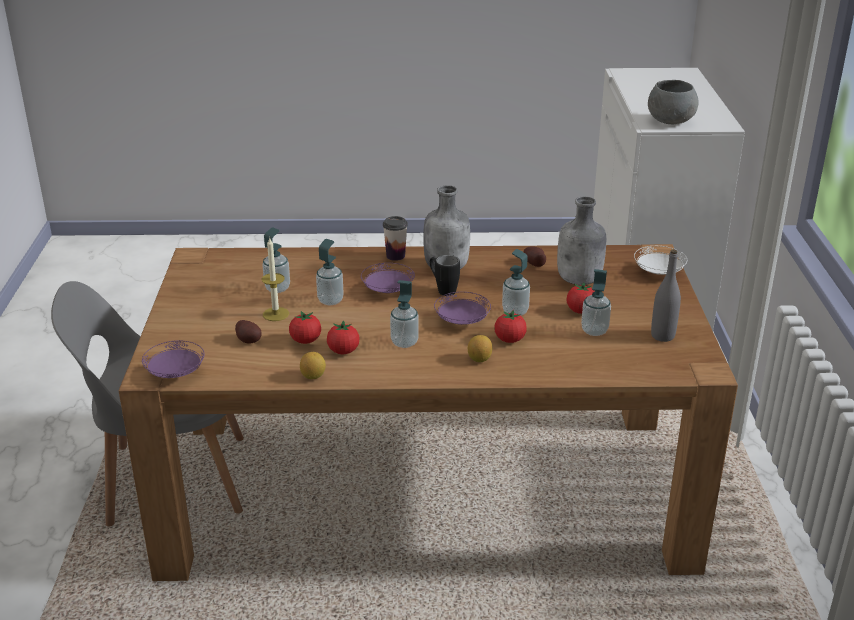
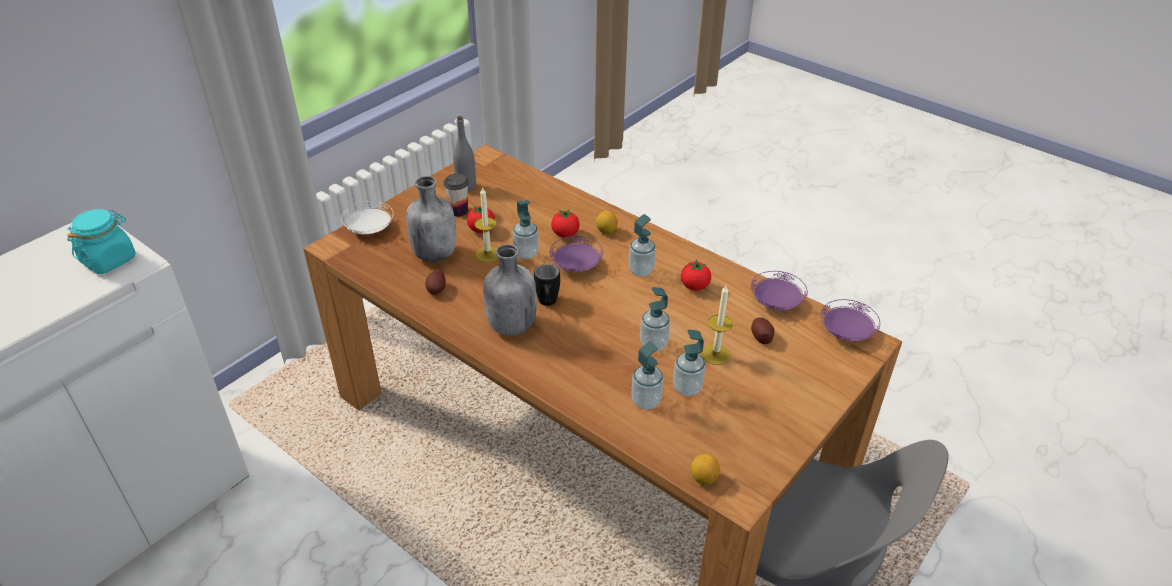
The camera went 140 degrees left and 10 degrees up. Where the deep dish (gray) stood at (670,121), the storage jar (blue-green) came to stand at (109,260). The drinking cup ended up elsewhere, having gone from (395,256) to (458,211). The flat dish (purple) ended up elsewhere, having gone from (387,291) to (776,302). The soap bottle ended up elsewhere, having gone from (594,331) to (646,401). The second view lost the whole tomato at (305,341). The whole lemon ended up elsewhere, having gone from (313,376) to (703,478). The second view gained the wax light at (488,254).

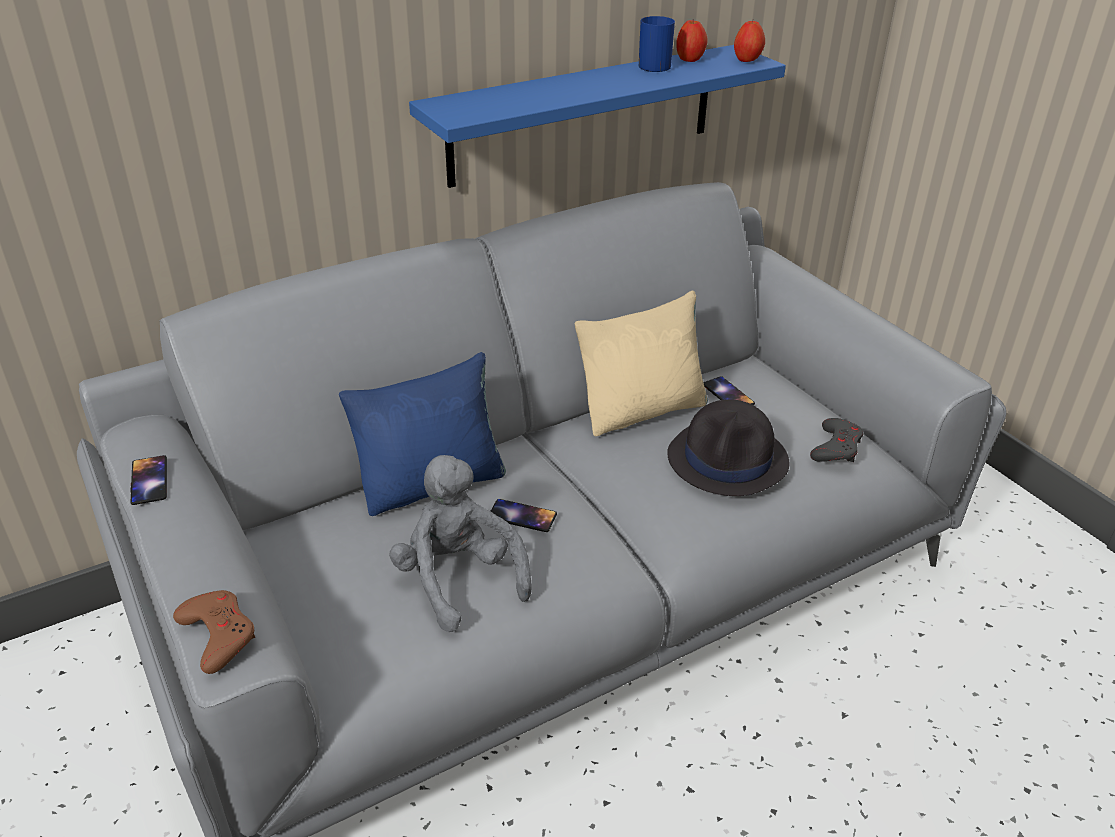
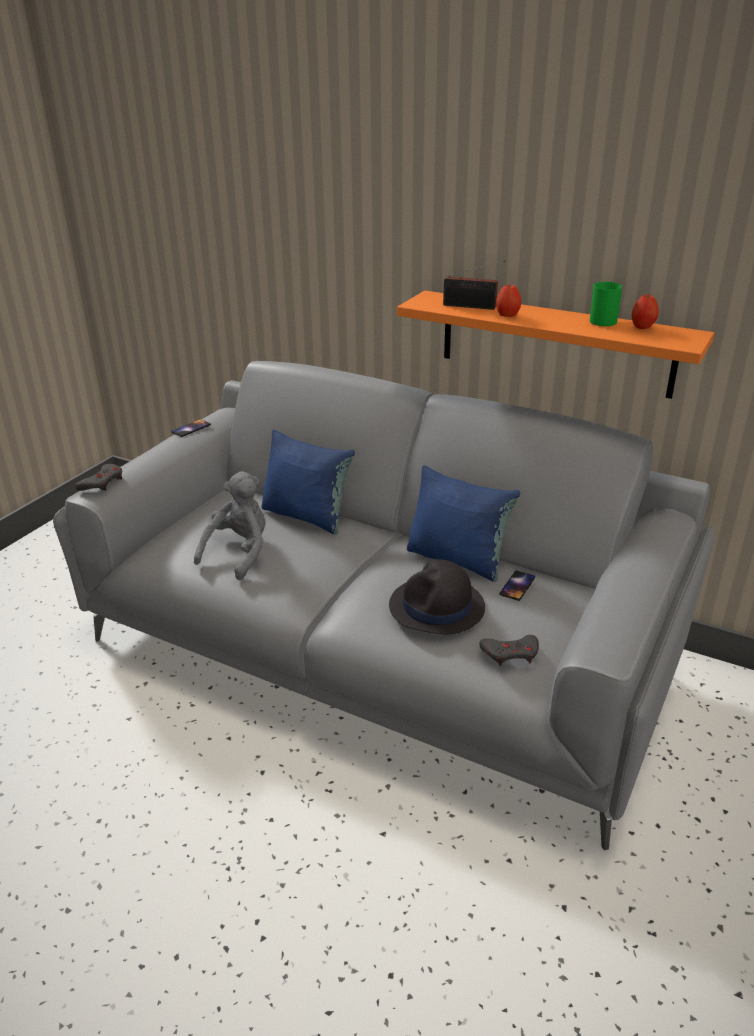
The camera went 60 degrees right and 5 degrees down. What was the coffee mug (blue-coloured) at (652,65) turned into the coffee mug (green) at (606,321). The apple ended up elsewhere, having gone from (747,60) to (507,315). What was the shelf (blue-coloured) at (583,115) turned into the shelf (orangey) at (555,343). What was the pillow (beige-coloured) at (642,410) turned into the pillow (blue-coloured) at (458,559). The second view lost the phone at (522,516). What was the game controller (brown-coloured) at (218,634) turned into the game controller (gray) at (102,482). The second view gained the radio receiver at (472,306).

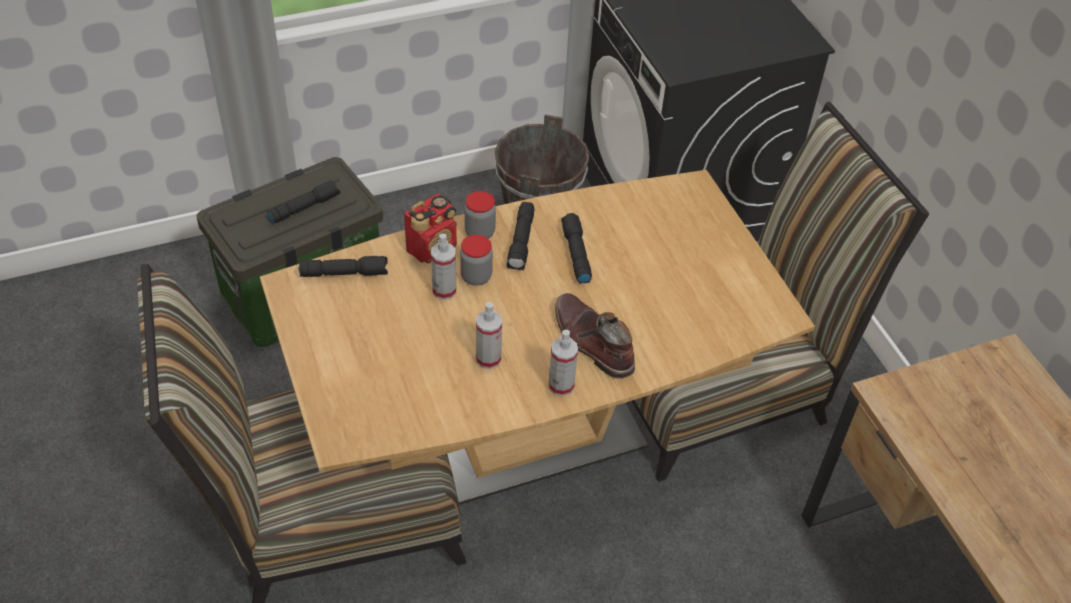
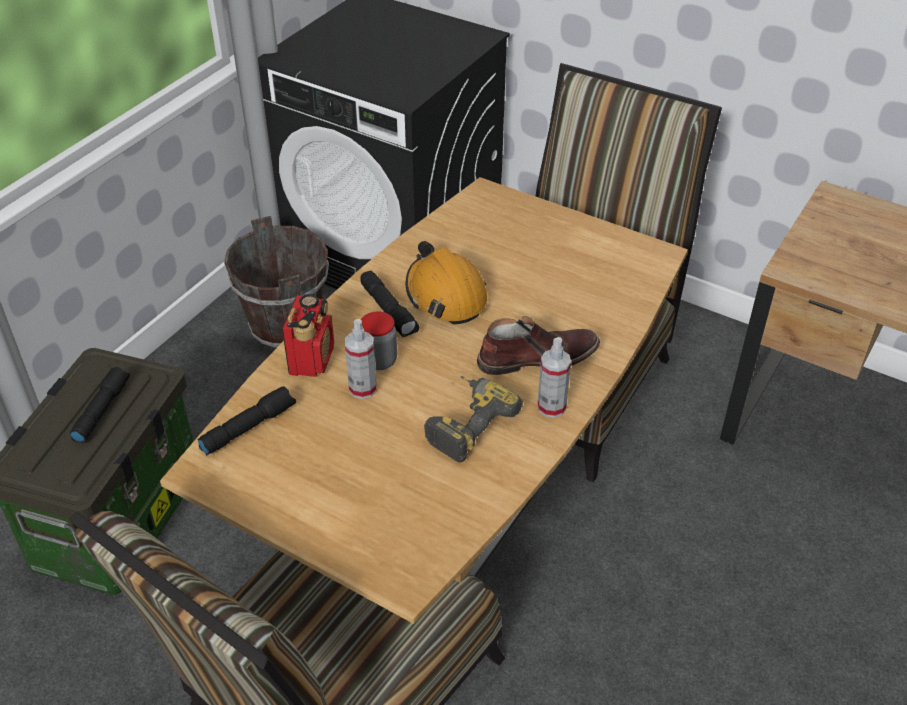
The camera went 35 degrees left and 5 degrees down. The second view lost the storage jar at (480,232). Where the torch (black-coloured) stood at (575,253), the safety helmet (orangey) came to stand at (445,295). The high-top boot (brown-coloured) at (591,342) ended up facing another way, 150 degrees clockwise from before. Where the hand sprayer stood at (488,359), the power drill came to stand at (466,423).

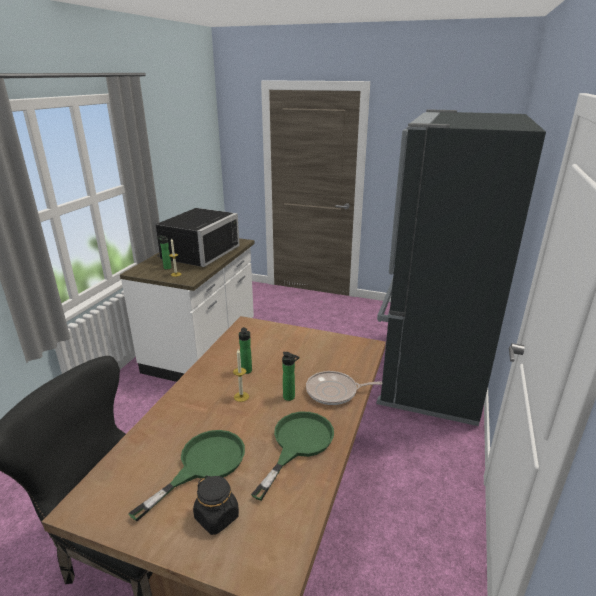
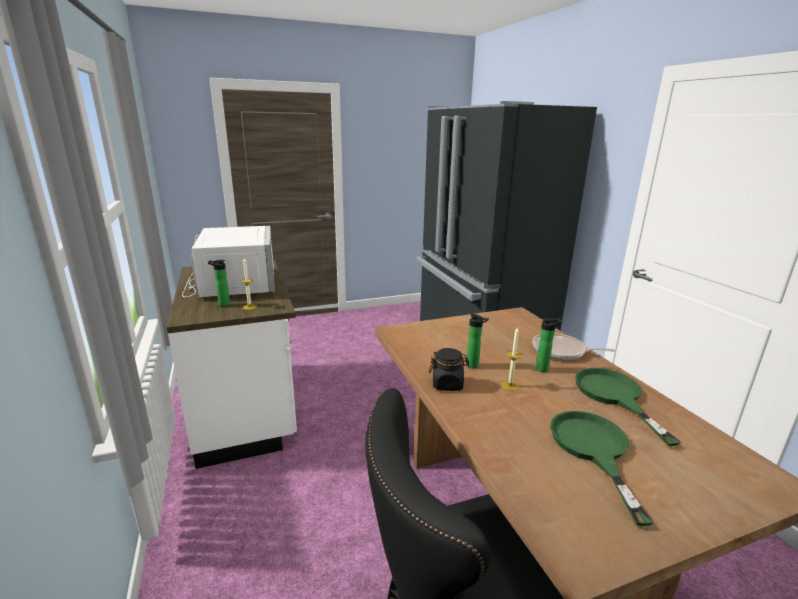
The camera went 40 degrees left and 5 degrees down. What was the microwave oven (black-coloured) at (197,253) turned into the microwave oven (whitish) at (232,283). The pan at (334,392) ended up facing another way, 60 degrees clockwise from before. The storage jar (black-coloured) ended up elsewhere, having gone from (217,517) to (447,384).

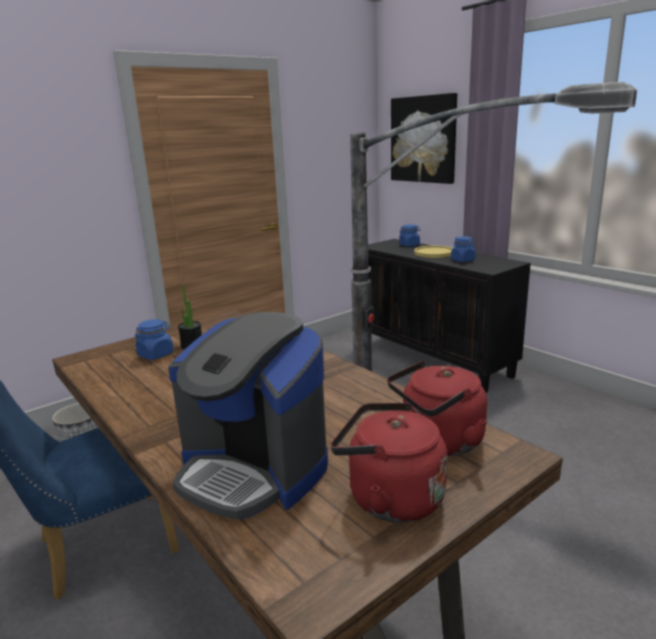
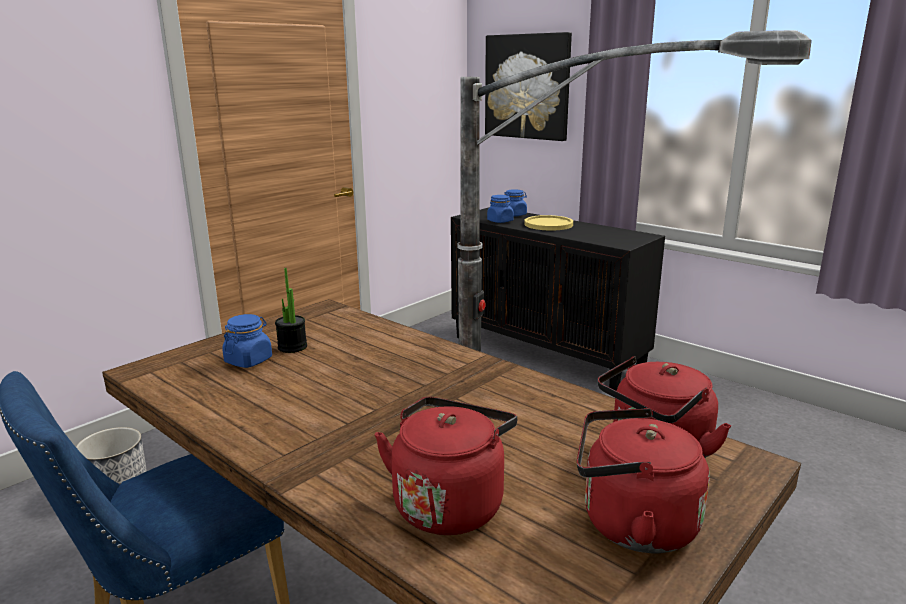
The camera went 10 degrees left and 0 degrees up. The storage jar (blue-coloured) ended up elsewhere, having gone from (463,260) to (500,221). Where the coffee machine stood at (253,470), the tea kettle (red-coloured) came to stand at (450,503).

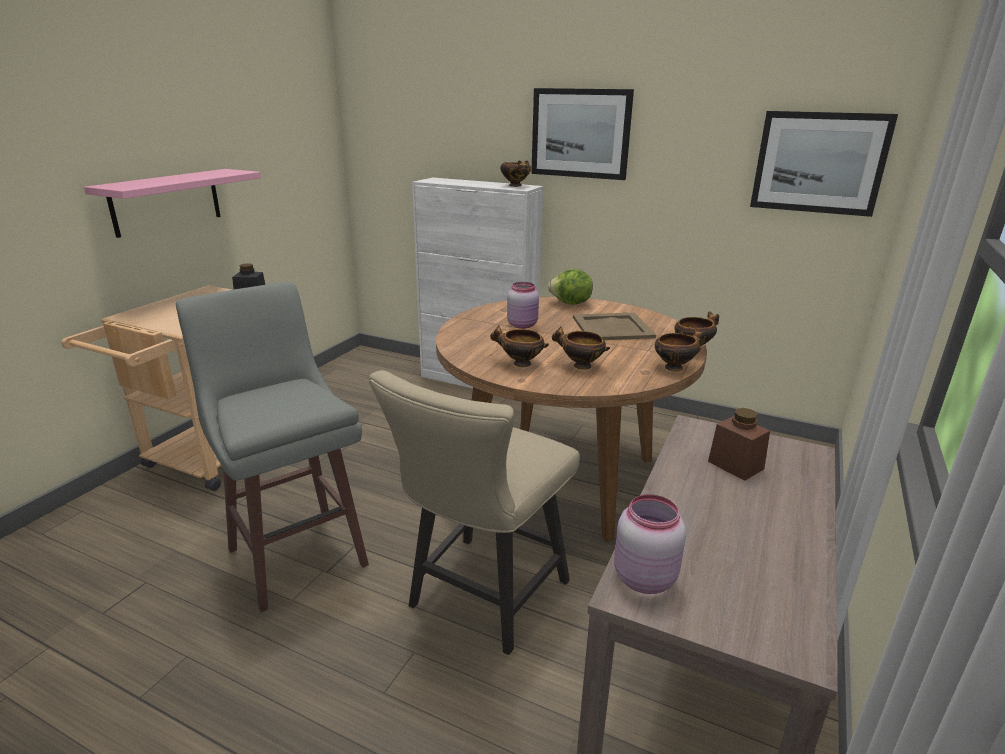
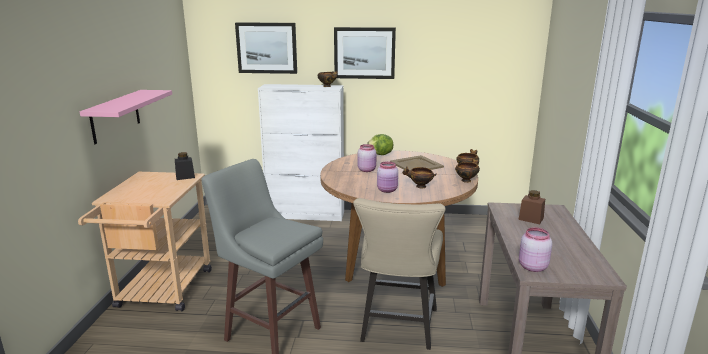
The camera went 20 degrees left and 5 degrees down. The wall picture ended up elsewhere, having gone from (819,163) to (267,48). Where the deep dish stood at (520,364), the storage jar (pink) came to stand at (387,190).

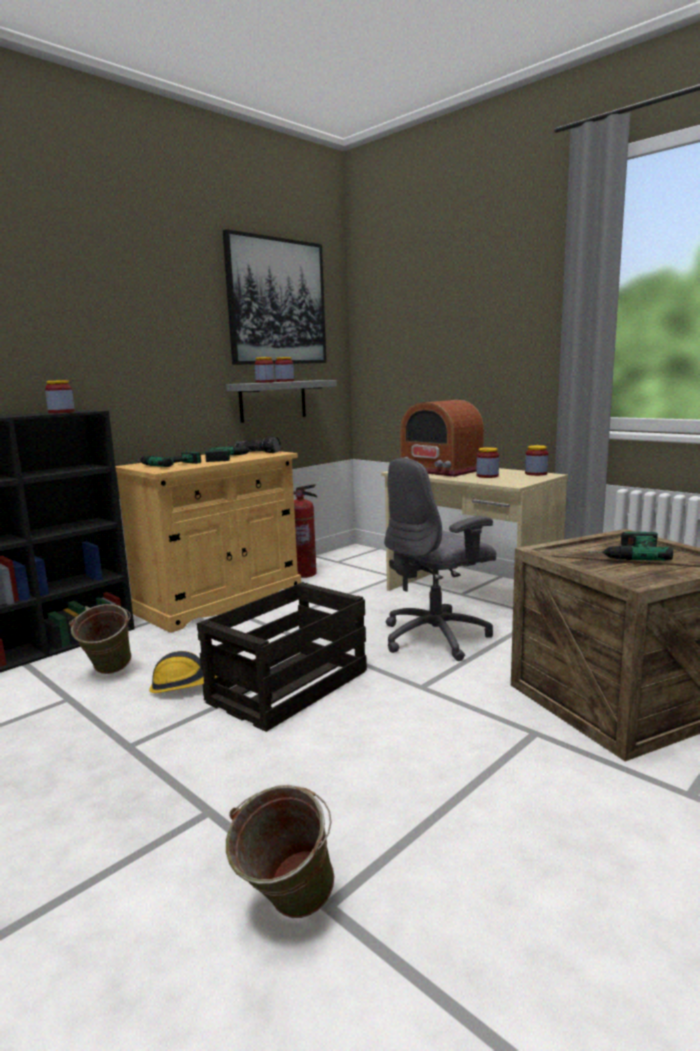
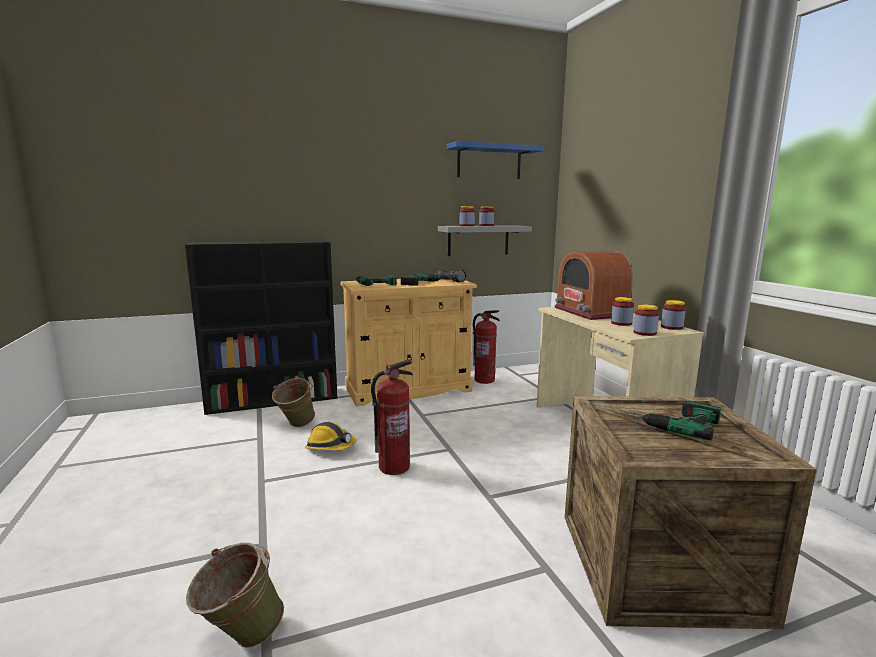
The camera went 25 degrees right and 0 degrees up. Where the wall picture hung at (276,302), the shelf (blue-coloured) came to hang at (489,162). The storage jar ended up elsewhere, having gone from (61,412) to (644,333). The second view lost the computer chair (gray) at (437,637). Where the shipping crate stood at (289,686), the extinguisher came to stand at (394,467).

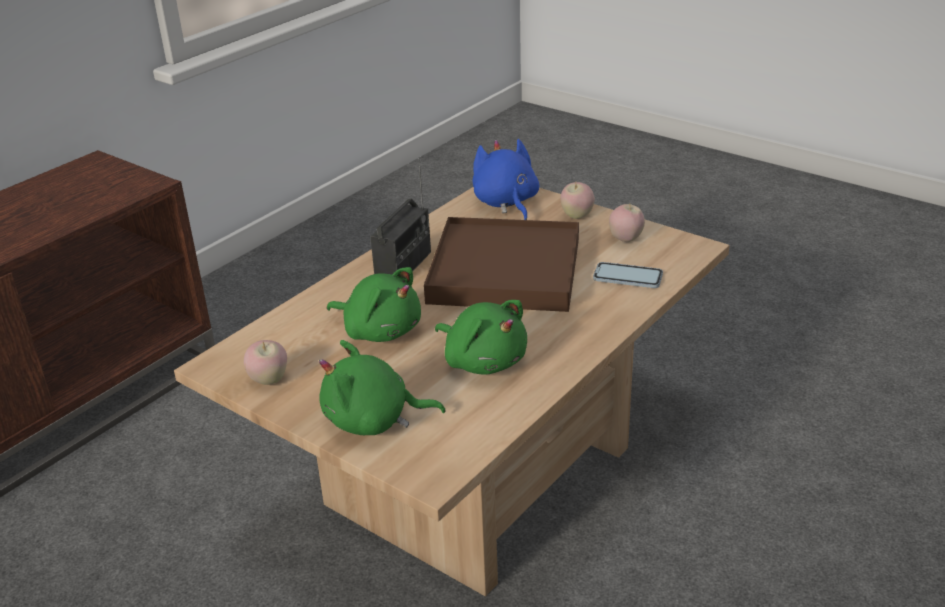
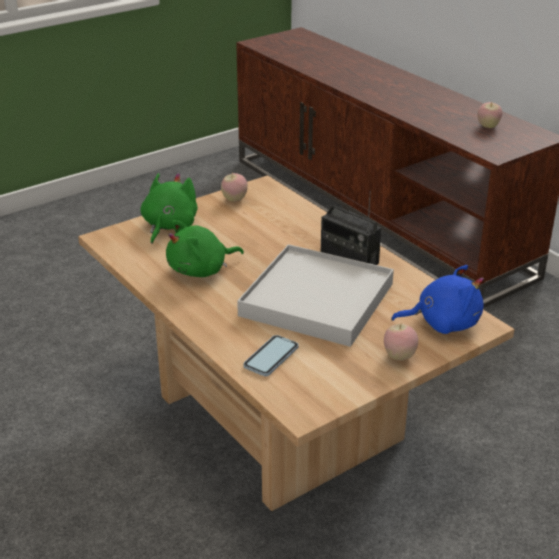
The camera went 105 degrees right and 0 degrees up. The apple ended up elsewhere, having gone from (625,239) to (488,126). What was the tray (brown-coloured) at (505,270) turned into the tray (whitish) at (317,300). The second view lost the soft toy (green) at (380,330).

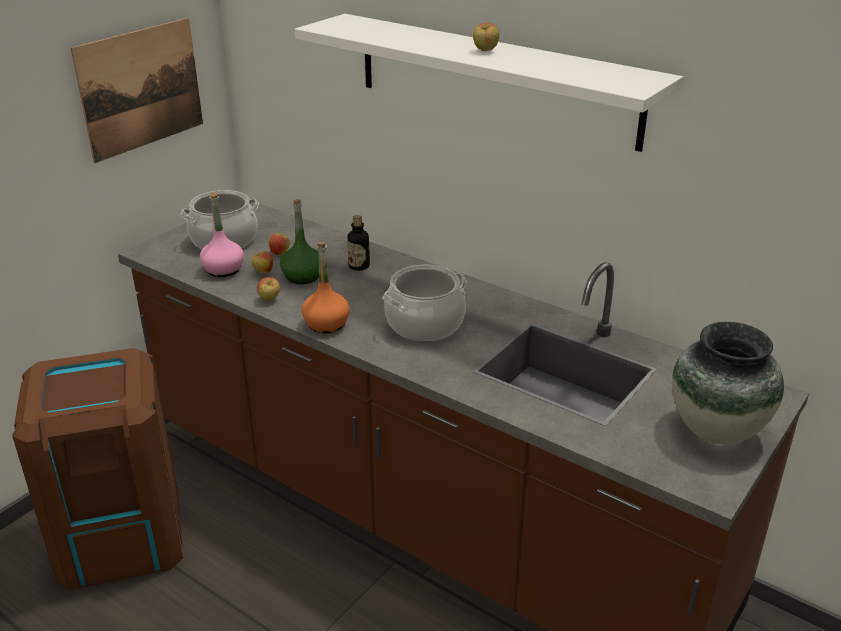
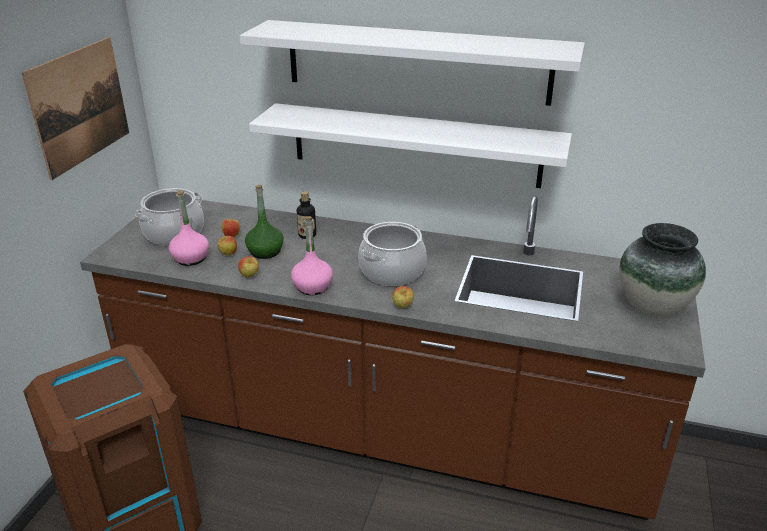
The camera went 20 degrees left and 0 degrees up. The apple ended up elsewhere, having gone from (485,51) to (402,307). What was the drink bottle (orangey) at (326,324) turned into the drink bottle (pink) at (312,287). The second view gained the shelf (whitish) at (415,145).

